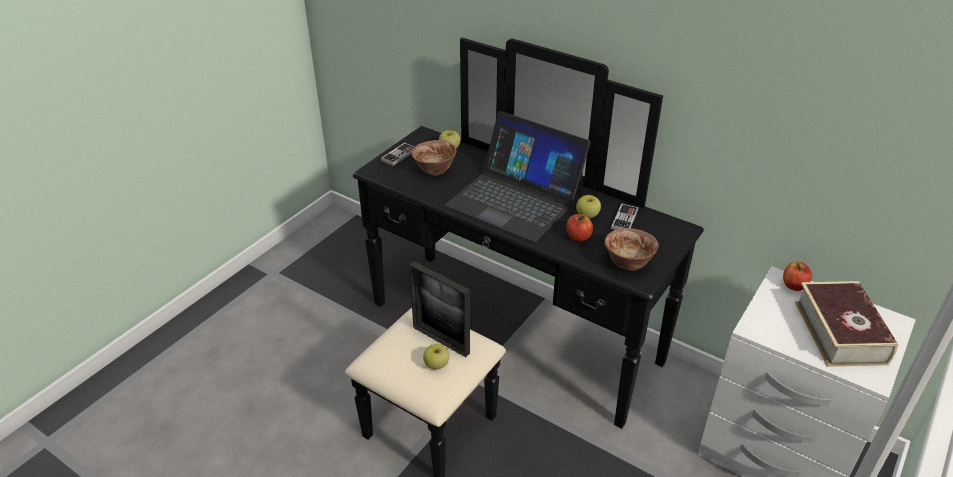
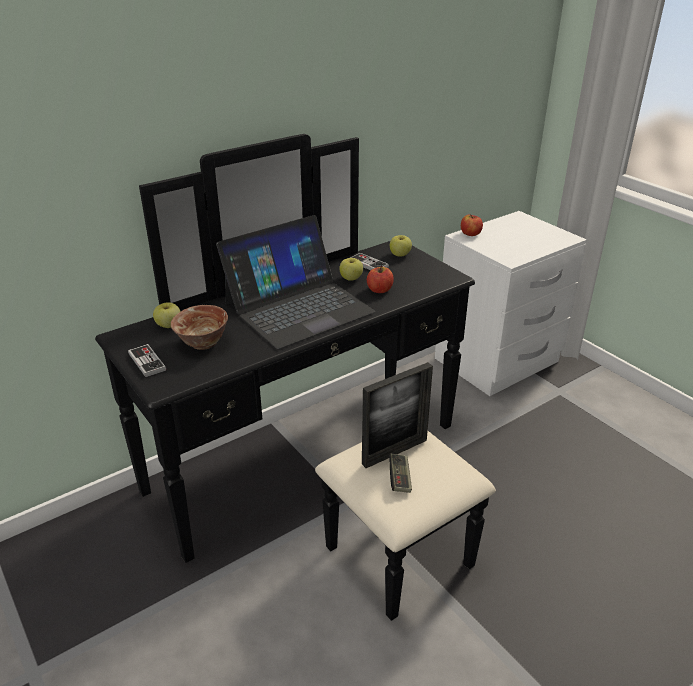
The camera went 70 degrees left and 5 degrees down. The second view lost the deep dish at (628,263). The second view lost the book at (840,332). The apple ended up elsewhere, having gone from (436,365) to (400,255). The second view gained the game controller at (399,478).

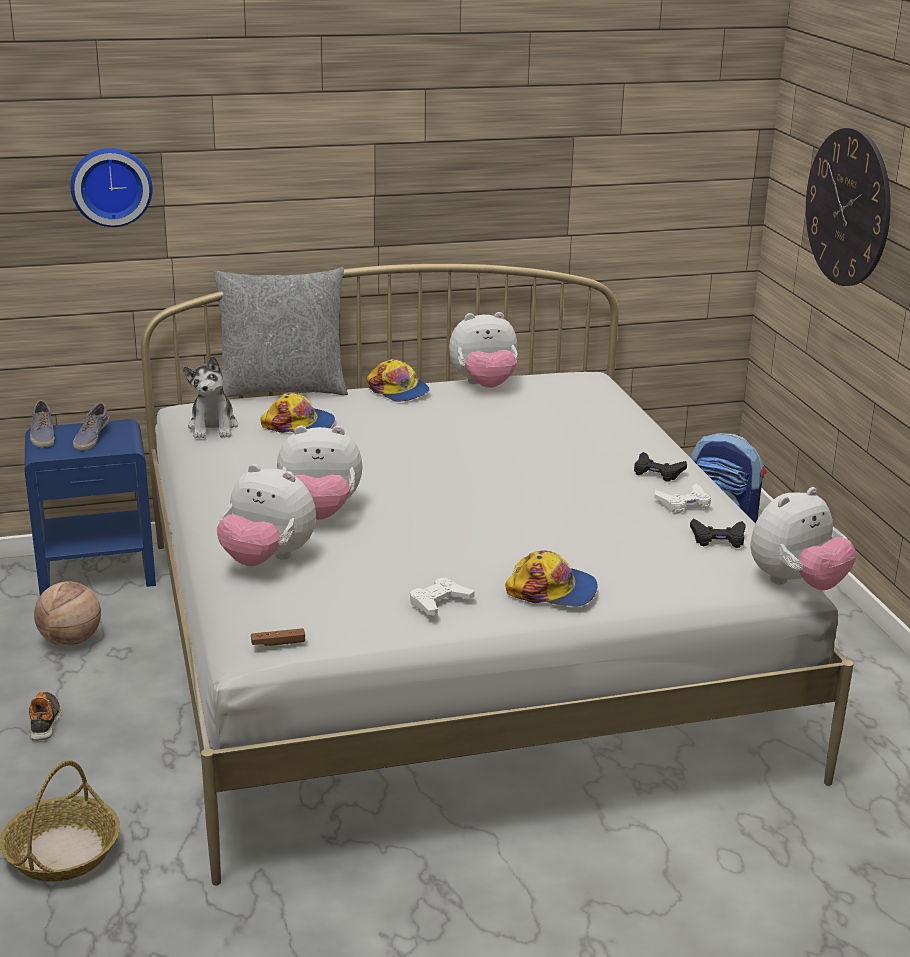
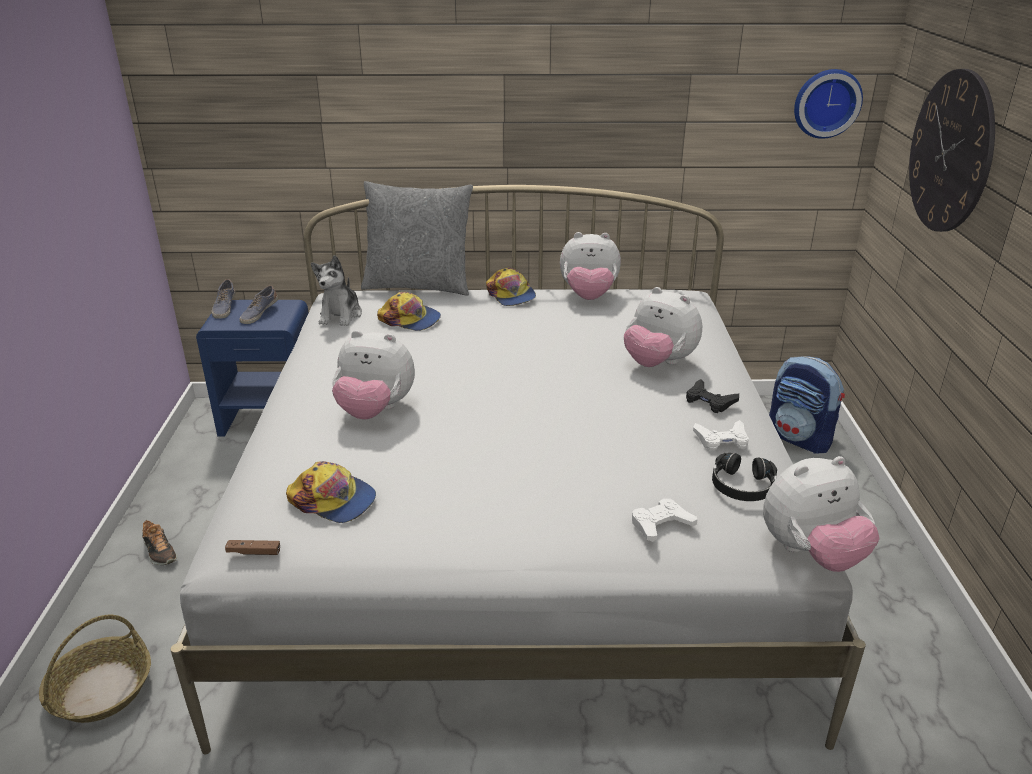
The camera went 15 degrees right and 5 degrees up. The wall clock ended up elsewhere, having gone from (111,186) to (826,103). The soft toy ended up elsewhere, having gone from (267,560) to (658,363). Where the game controller (black-coloured) stood at (718,538), the headset (black-coloured) came to stand at (742,486). The peaked cap ended up elsewhere, having gone from (552,590) to (333,500). The game controller (whitish) ended up elsewhere, having gone from (439,602) to (661,524). The second view lost the basketball ball at (71,641). The low shoe at (45,721) ended up facing another way, 135 degrees clockwise from before.

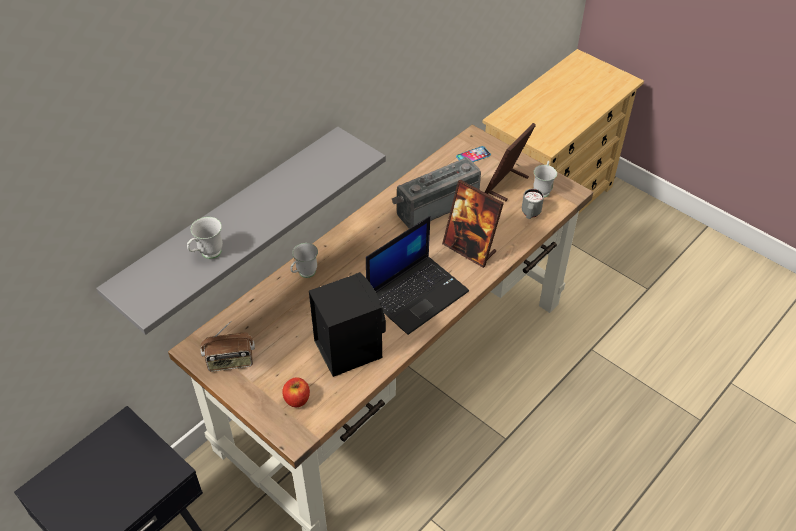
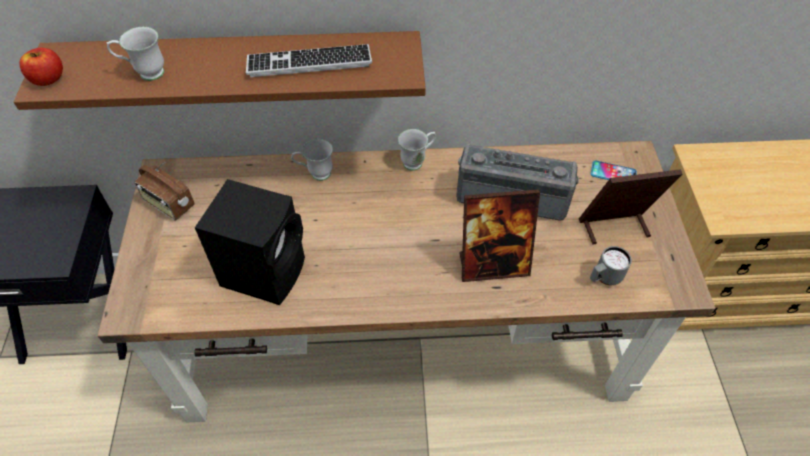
The camera went 45 degrees right and 5 degrees up. What was the shelf (gray) at (231,223) turned into the shelf (brown-coloured) at (239,68). The coffee mug (whitish) ended up elsewhere, having gone from (542,189) to (417,161). The standing frame at (469,249) ended up facing another way, 90 degrees counterclockwise from before. The second view lost the laptop at (417,293). The apple ended up elsewhere, having gone from (297,399) to (48,79). The second view gained the keyboard at (309,62).

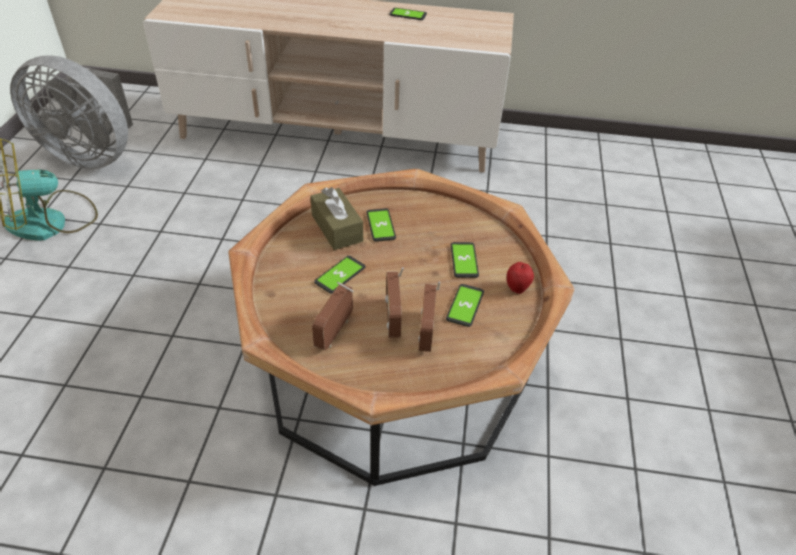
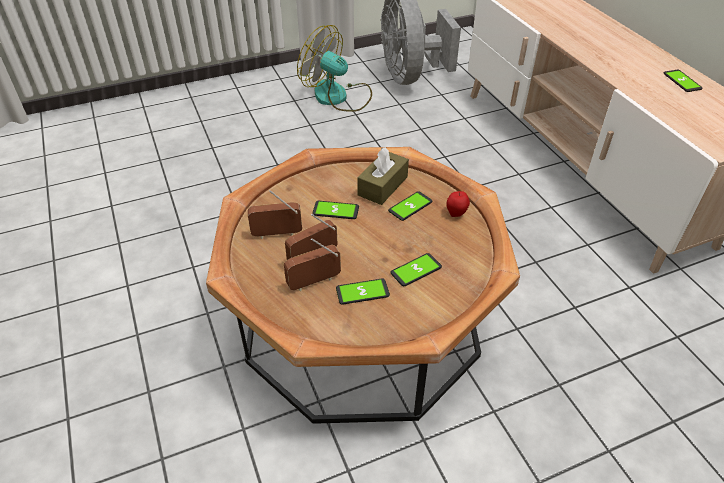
The camera went 60 degrees right and 0 degrees up. The apple ended up elsewhere, having gone from (517,288) to (456,214).

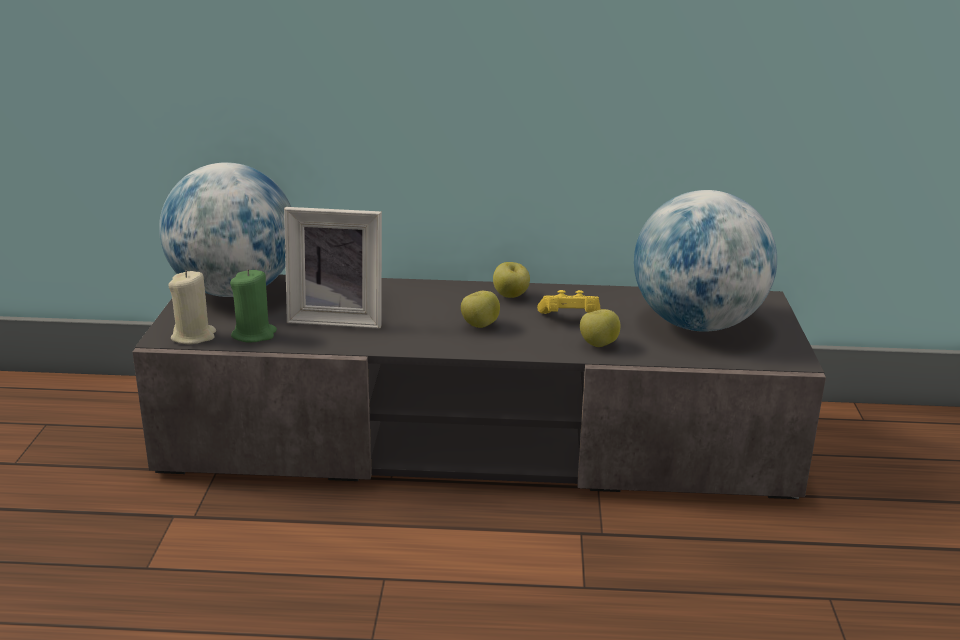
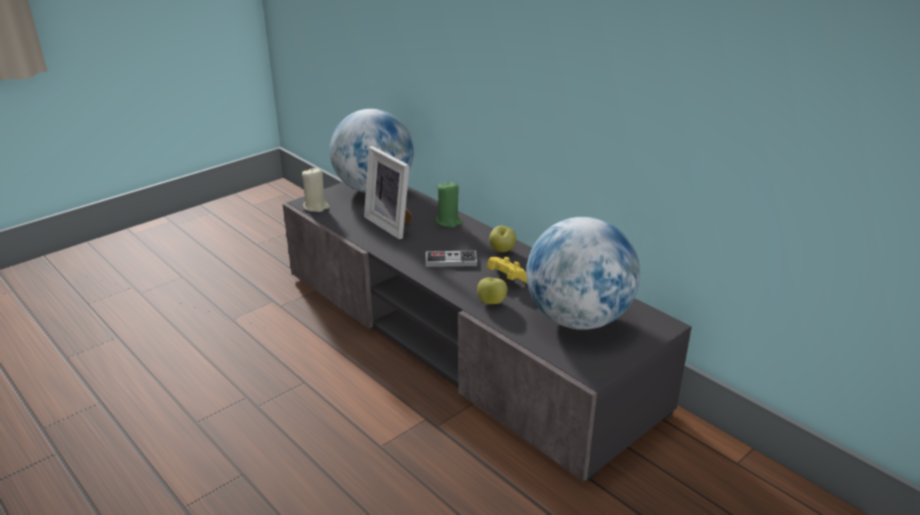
The camera went 45 degrees right and 5 degrees up. The wax light (green) ended up elsewhere, having gone from (254,334) to (448,221). Where the apple stood at (479,325), the game controller came to stand at (451,260).

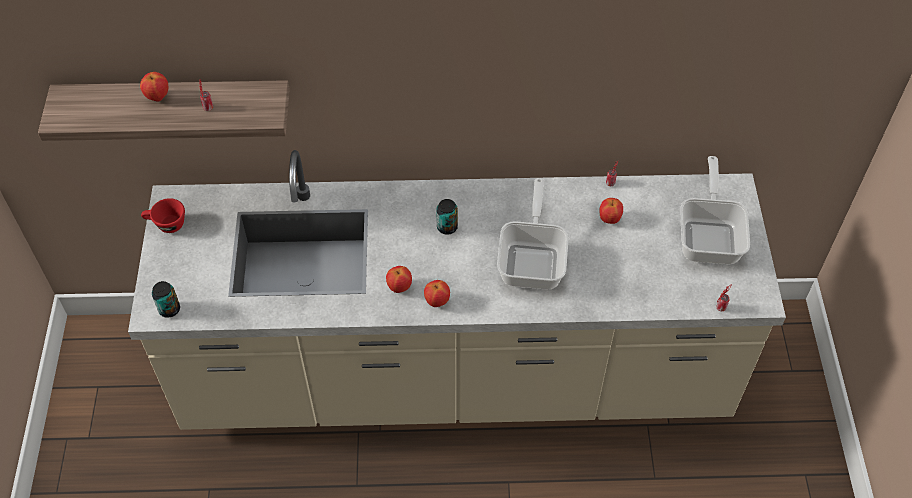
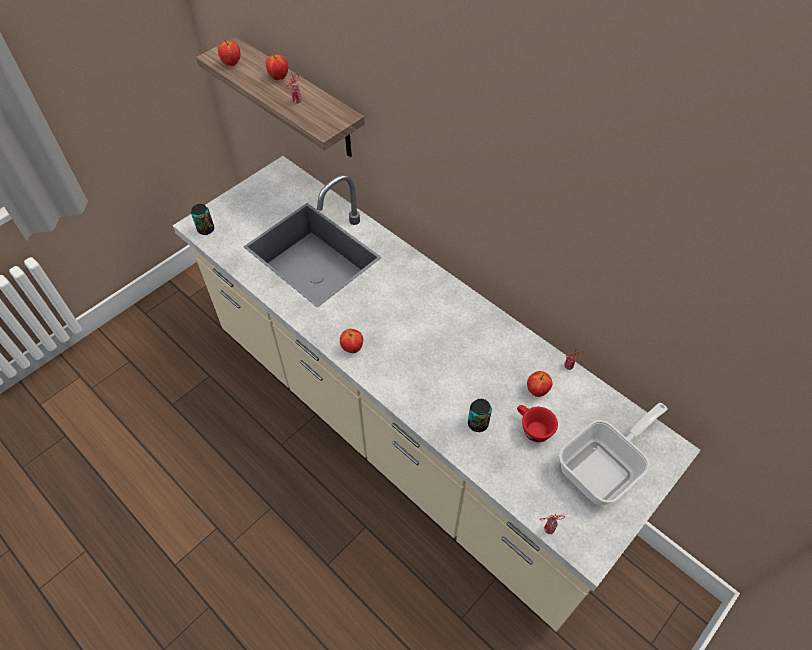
The camera went 45 degrees right and 0 degrees up. The second view lost the pan at (533,260). The drinking cup (red-coloured) ended up elsewhere, having gone from (166,225) to (532,428). The sealed can ended up elsewhere, having gone from (447,227) to (478,423). The apple ended up elsewhere, having gone from (399,287) to (231,63).

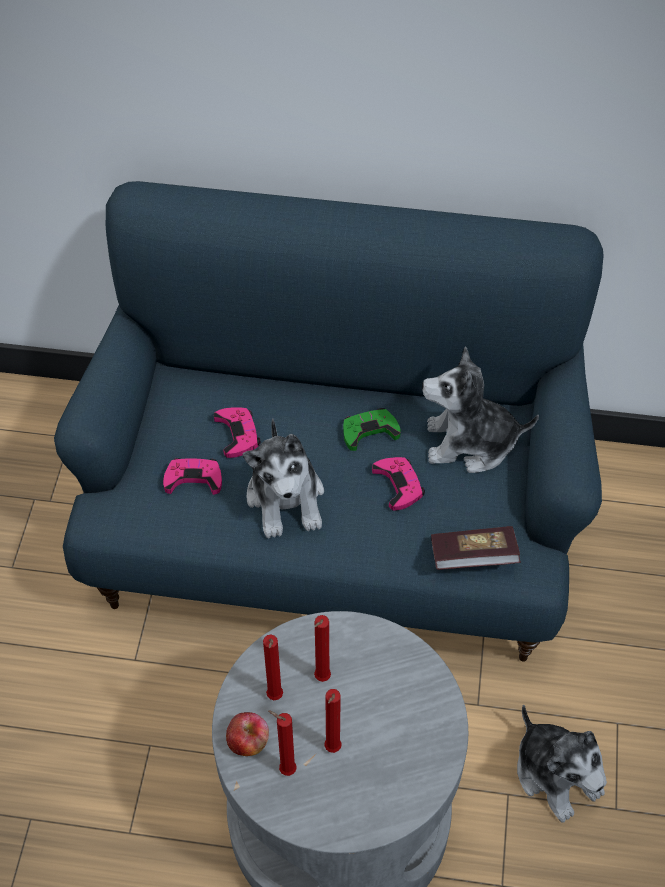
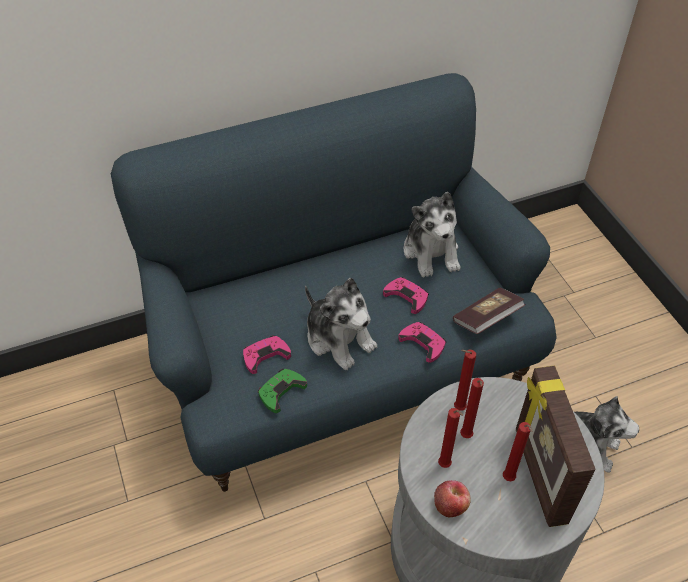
The camera went 30 degrees left and 5 degrees down. The soft toy at (470,443) ended up facing another way, 75 degrees counterclockwise from before. The game controller (pink) ended up elsewhere, having gone from (237,434) to (423,343). The game controller (green) ended up elsewhere, having gone from (369,431) to (281,391). The wax light (red-coloured) ended up elsewhere, having gone from (285,769) to (457,408). The second view gained the standing frame at (538,475).

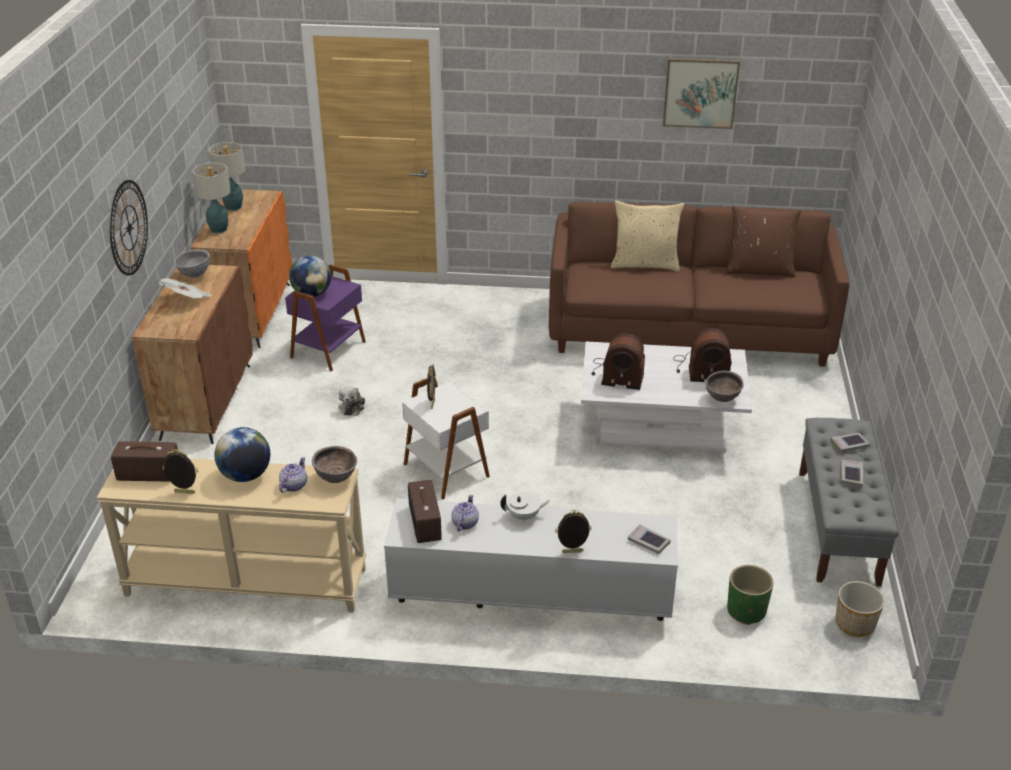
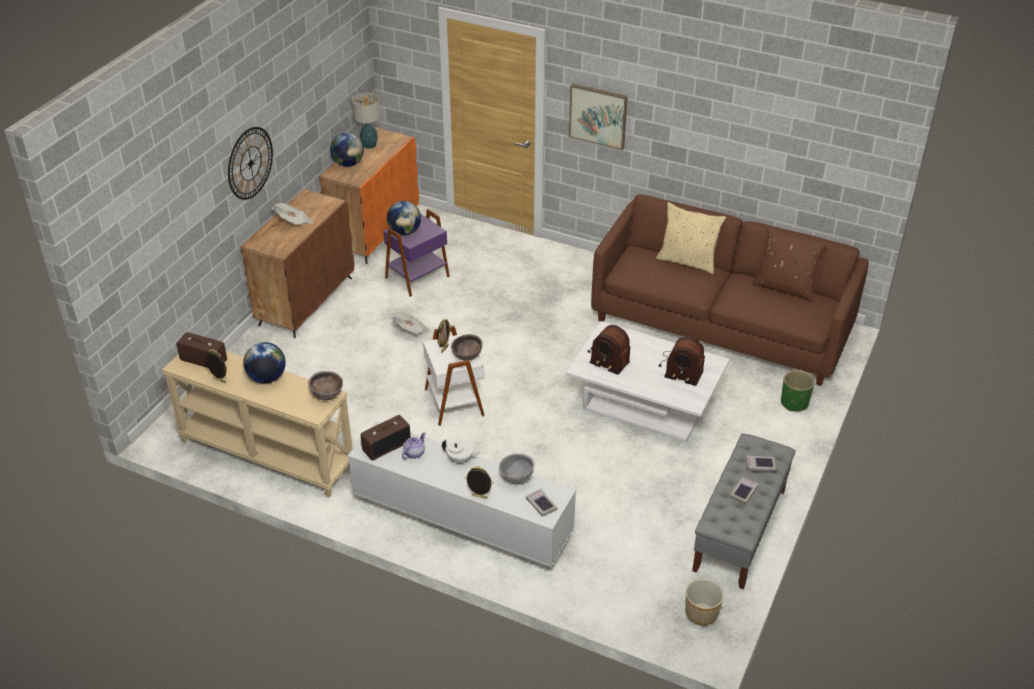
The camera went 20 degrees right and 5 degrees up. The wall picture ended up elsewhere, having gone from (700,92) to (598,116). Where the tabletop lamp stood at (219,229), the desk globe came to stand at (348,164). The deep dish (gray) ended up elsewhere, having gone from (194,275) to (516,479). The deep dish (brown-coloured) ended up elsewhere, having gone from (722,399) to (467,358). Where the soft toy stood at (352,406), the daily paper came to stand at (411,331). The second view lost the teapot at (293,485). The radio receiver at (426,523) ended up facing another way, 135 degrees counterclockwise from before. The planter (green) ended up elsewhere, having gone from (746,611) to (794,403).

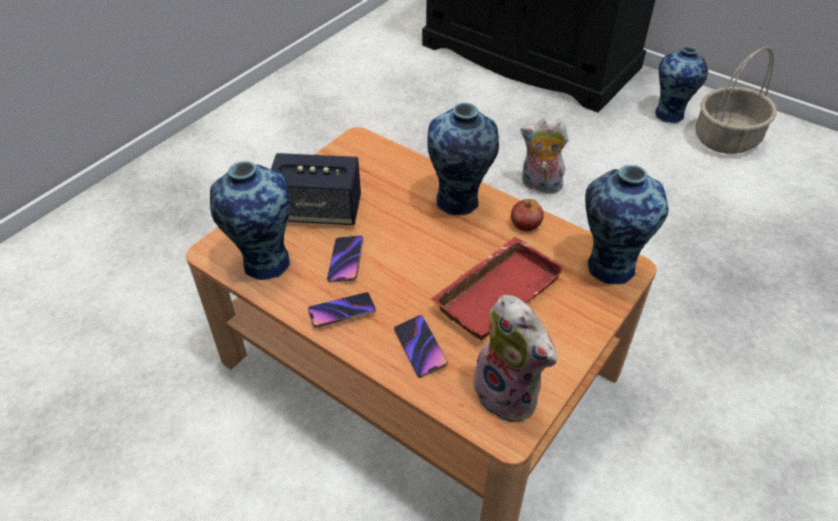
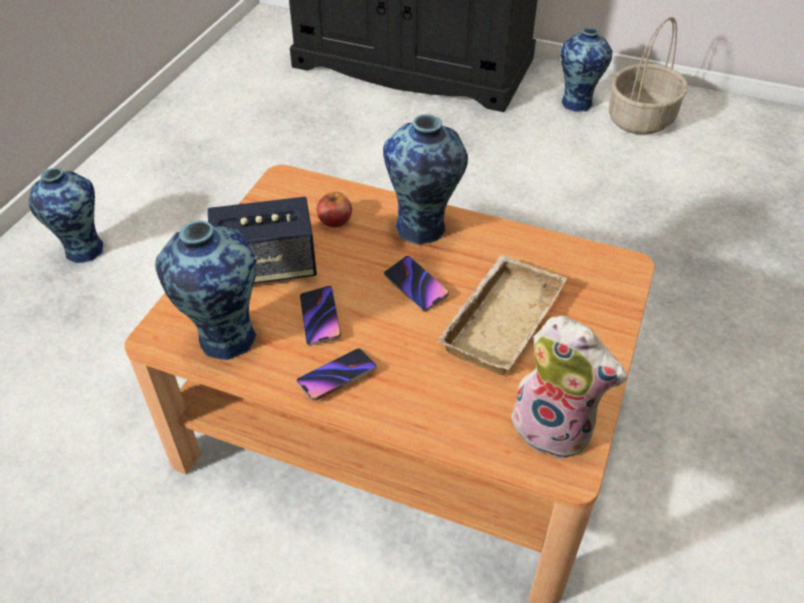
The camera went 15 degrees left and 0 degrees up. The second view lost the soft toy at (539,185). The decorative vase ended up elsewhere, having gone from (608,266) to (82,249). The apple ended up elsewhere, having gone from (525,223) to (335,219). What was the tray (red-coloured) at (496,291) turned into the tray (beige-coloured) at (499,319). The phone ended up elsewhere, having gone from (420,348) to (416,286).

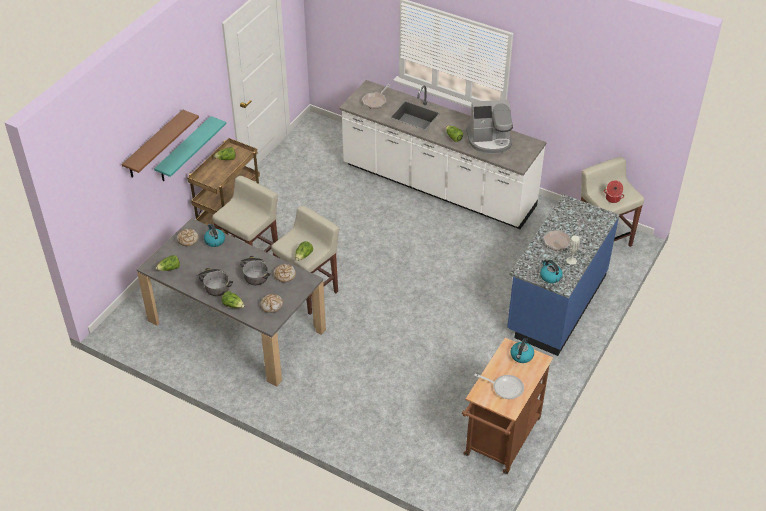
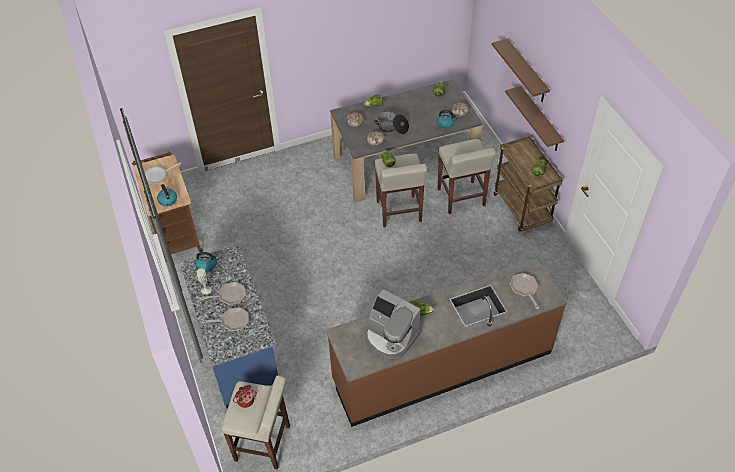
The camera went 130 degrees right and 5 degrees up. What was the counter (whitish) at (438,187) turned into the counter (brown-coloured) at (442,366). The coffee machine at (490,140) ended up facing another way, 90 degrees counterclockwise from before. What was the shelf (blue-green) at (184,150) turned into the shelf (brown-coloured) at (540,120). The second view lost the cooking pot at (214,285). The second view gained the pan at (232,321).

